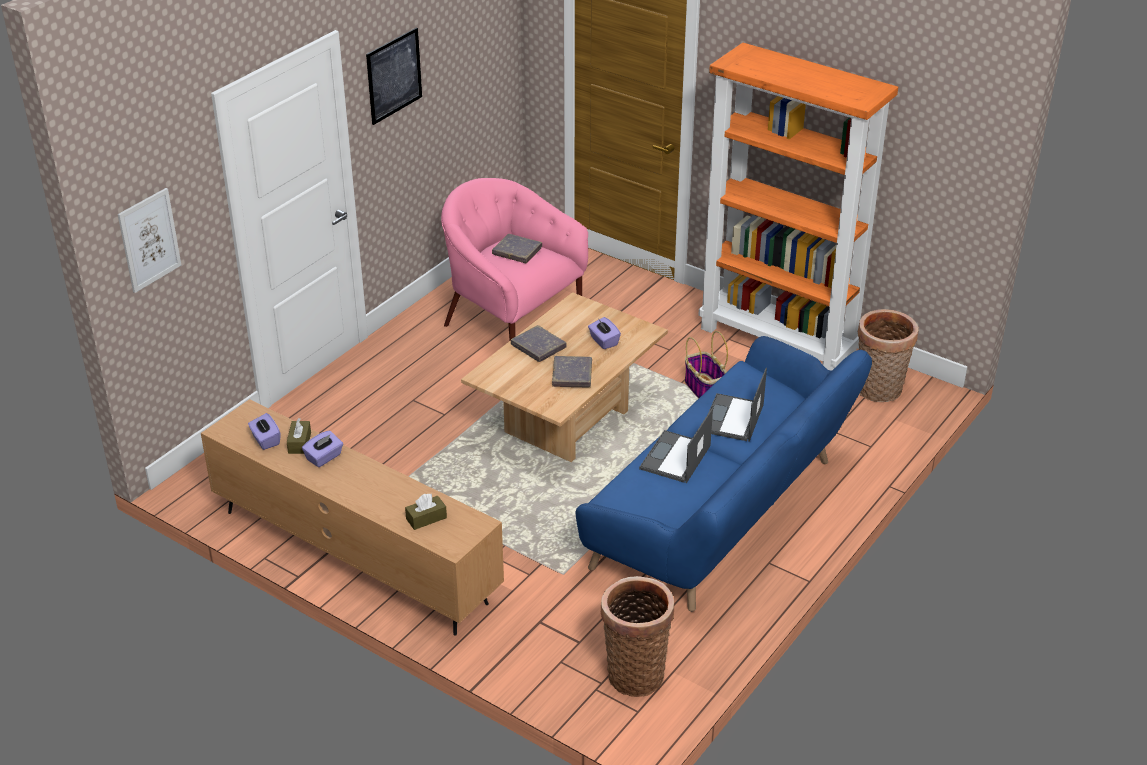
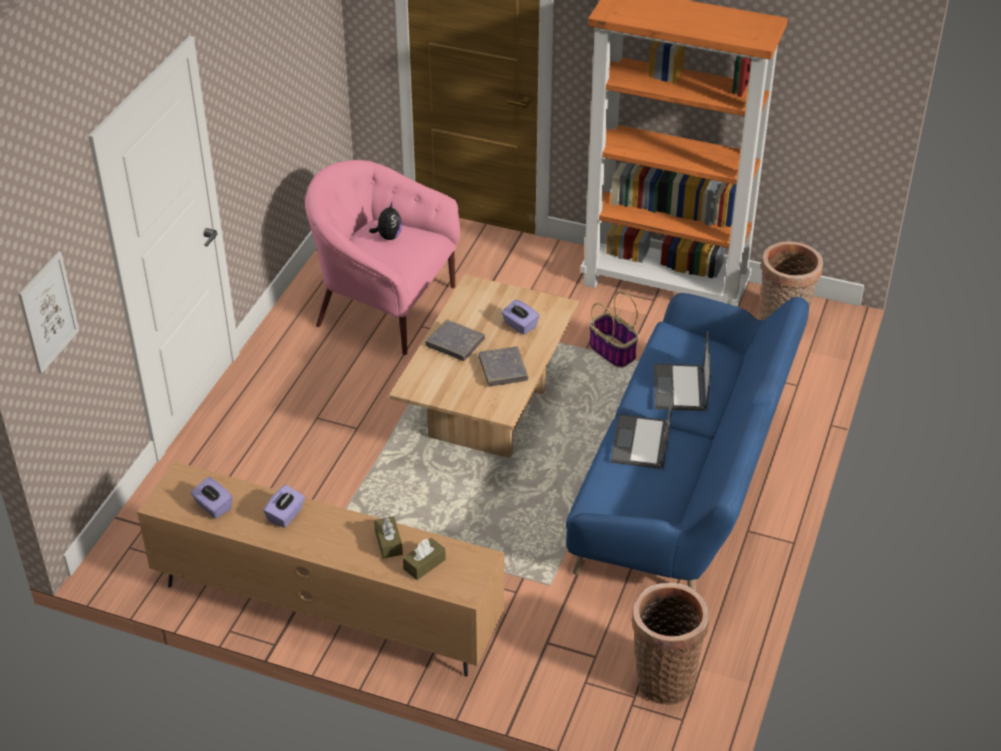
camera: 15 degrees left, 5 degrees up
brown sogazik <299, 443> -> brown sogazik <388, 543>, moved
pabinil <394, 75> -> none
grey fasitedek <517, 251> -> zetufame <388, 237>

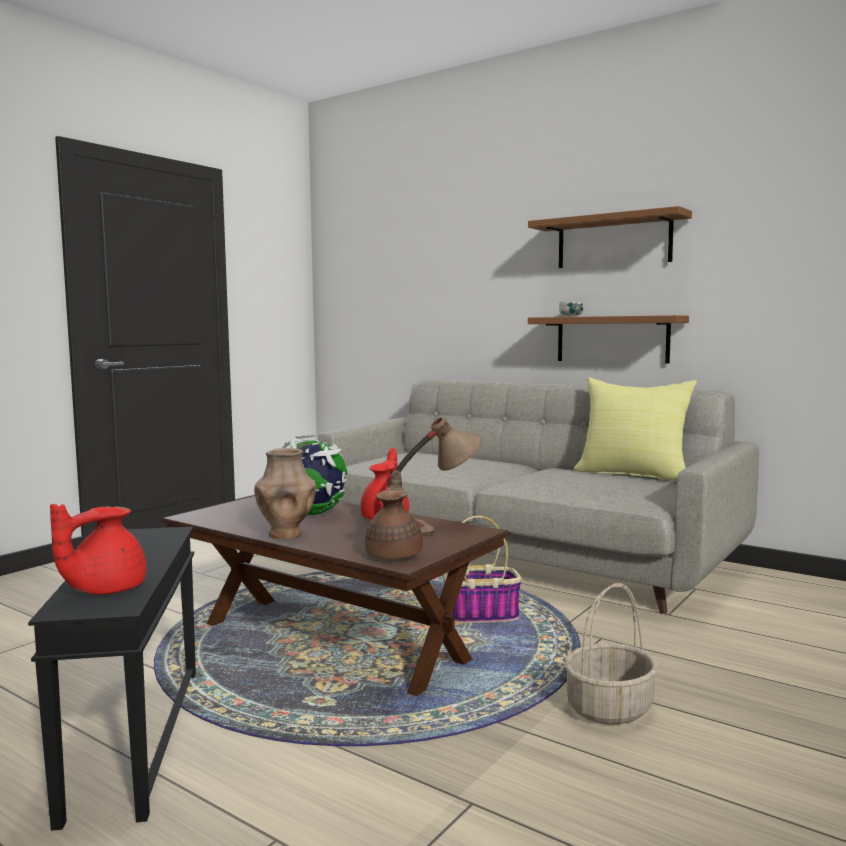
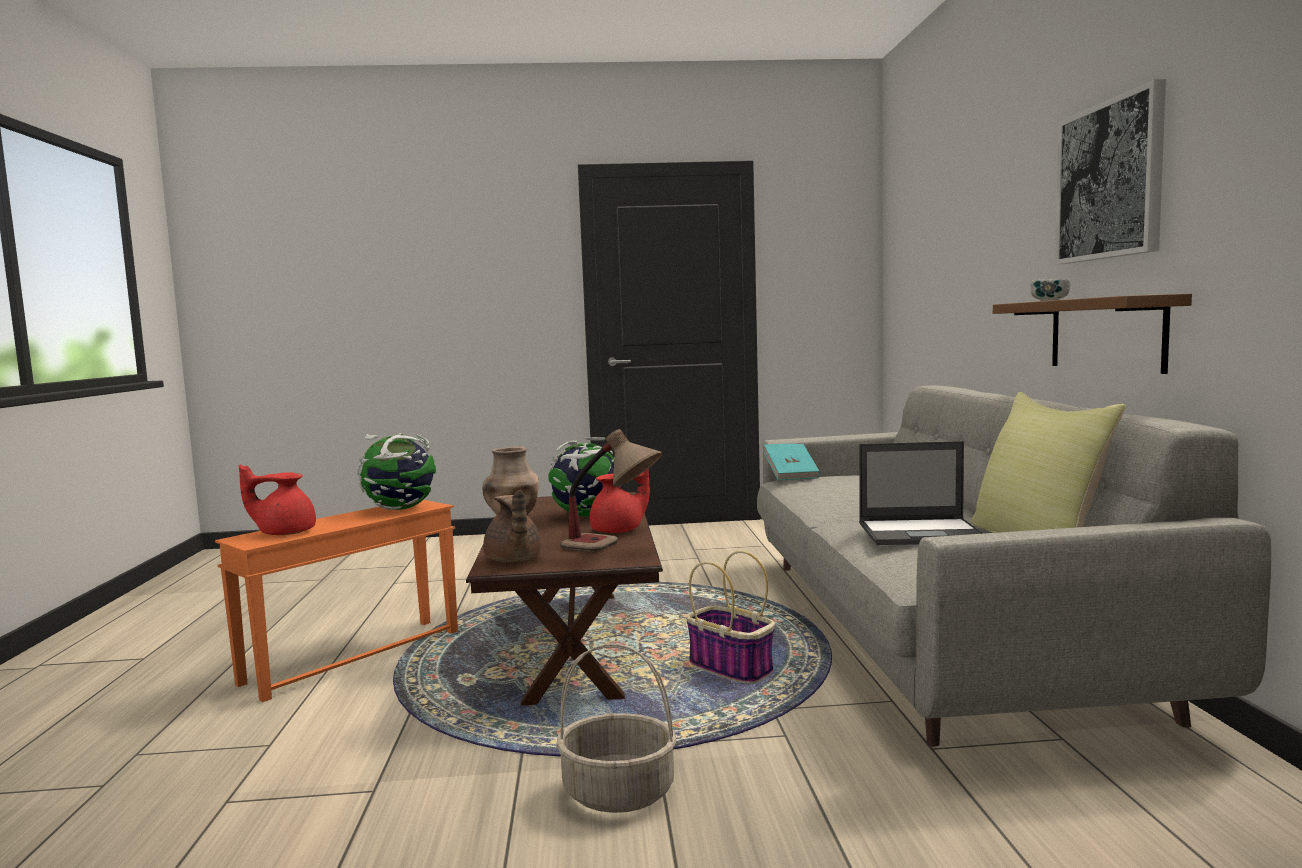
camera: 50 degrees right, 0 degrees up
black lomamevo <134, 739> -> orange lomamevo <353, 657>
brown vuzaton <395, 554> -> brown vuzaton <513, 560>, 105 degrees clockwise
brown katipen <613, 241> -> pabinil <1110, 181>
none -> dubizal <401, 509>
none -> turquoise fasitedek <791, 475>
none -> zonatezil <922, 533>

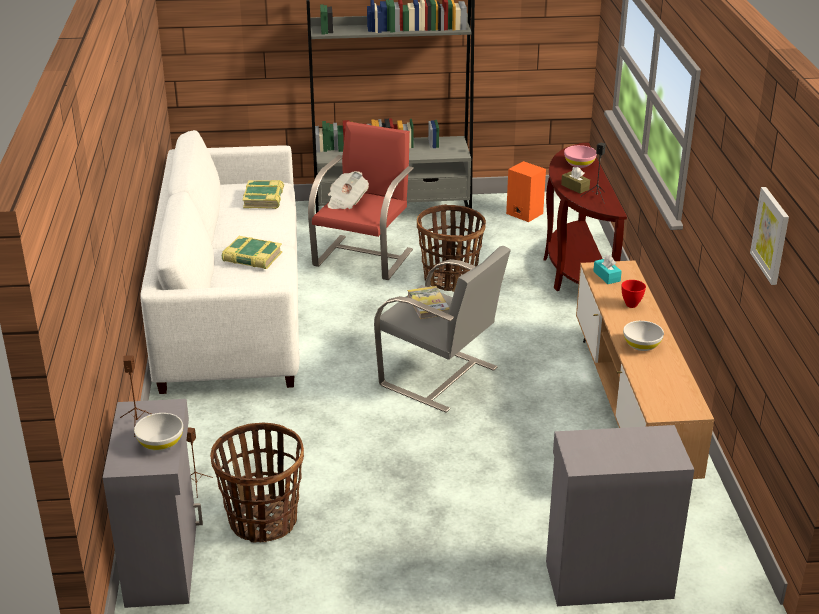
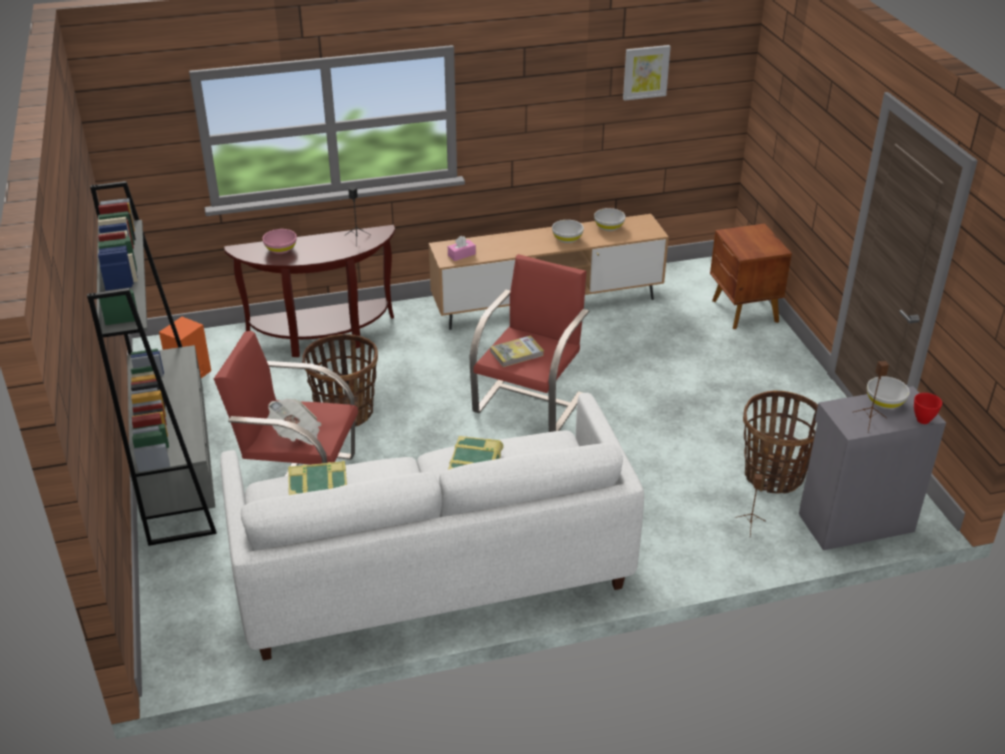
camera: 100 degrees left, 5 degrees up
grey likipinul <440, 377> -> red likipinul <529, 402>
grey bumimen <607, 578> -> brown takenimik <744, 312>
brown sogazik <575, 187> -> none
turquoise sogazik <606, 276> -> pink sogazik <461, 255>
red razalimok <631, 305> -> red razalimok <923, 420>, moved
none -> white razalimok <608, 227>

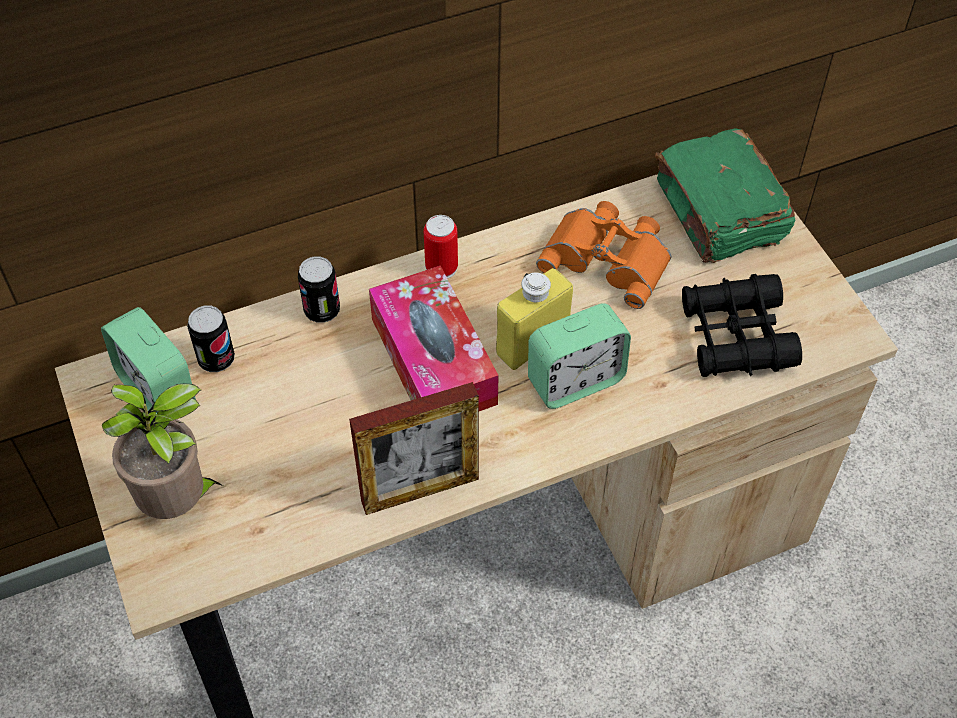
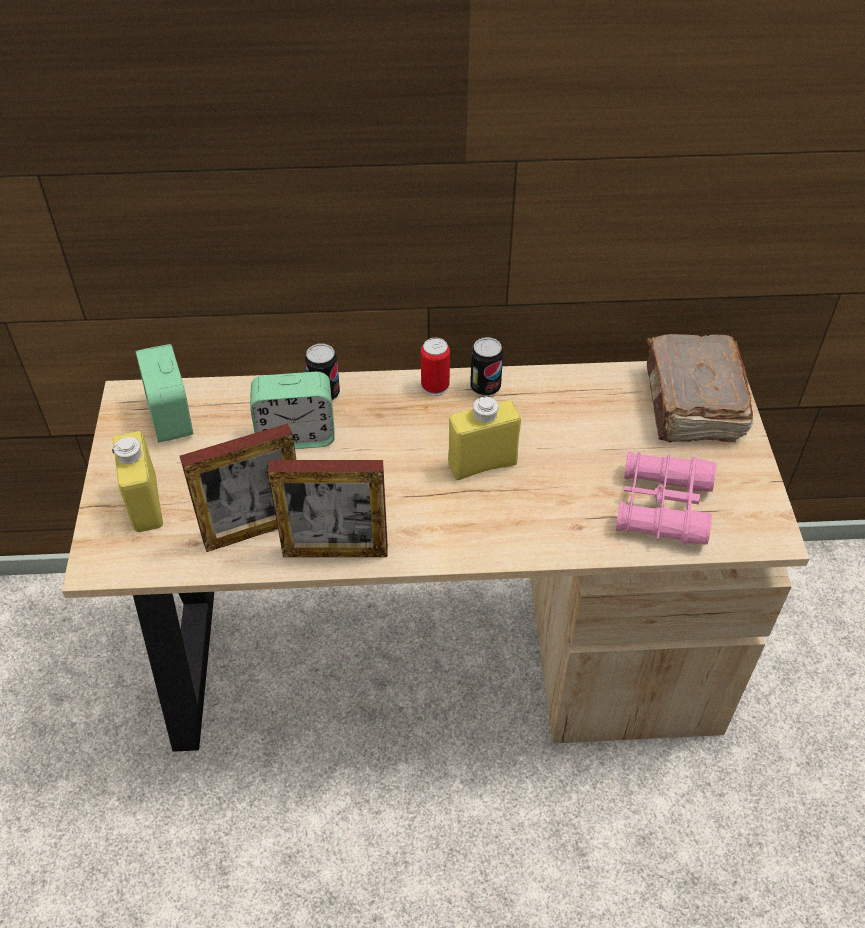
camera: 20 degrees right, 5 degrees down
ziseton <180, 502> -> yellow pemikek <145, 504>
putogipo <216, 359> -> putogipo <485, 387>, moved
sogazik <433, 361> -> none
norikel <575, 380> -> norikel <296, 436>, moved
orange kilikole <609, 257> -> none
green fasitedek <719, 213> -> brown fasitedek <692, 405>
black kilikole <736, 336> -> pink kilikole <662, 507>
none -> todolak <254, 530>

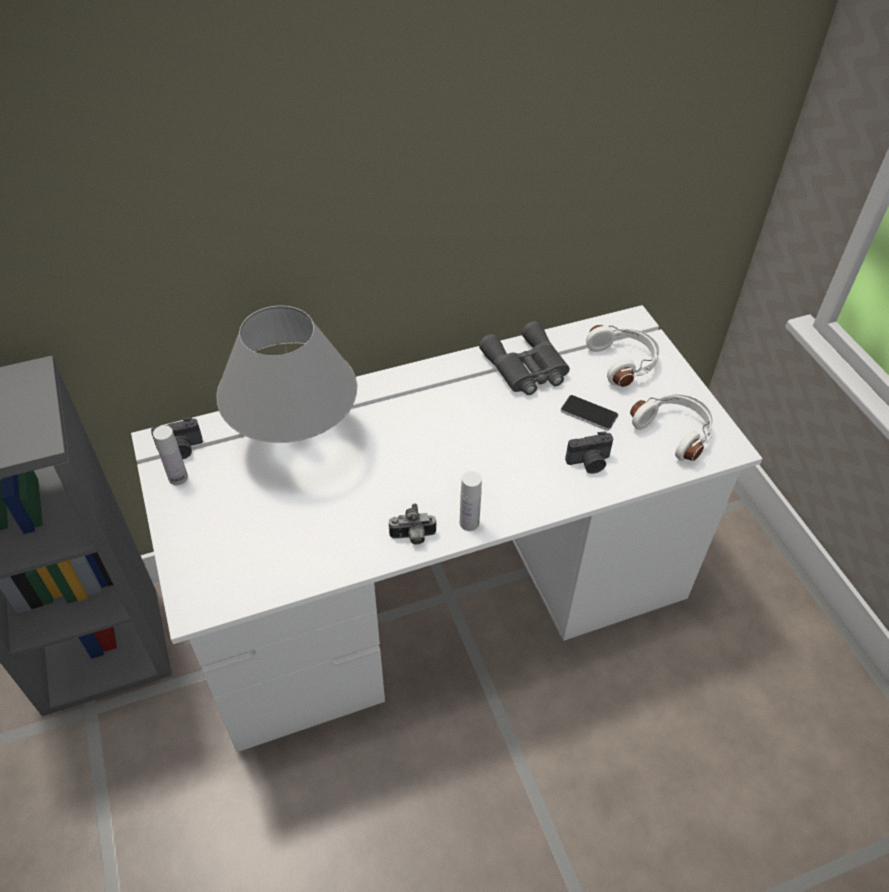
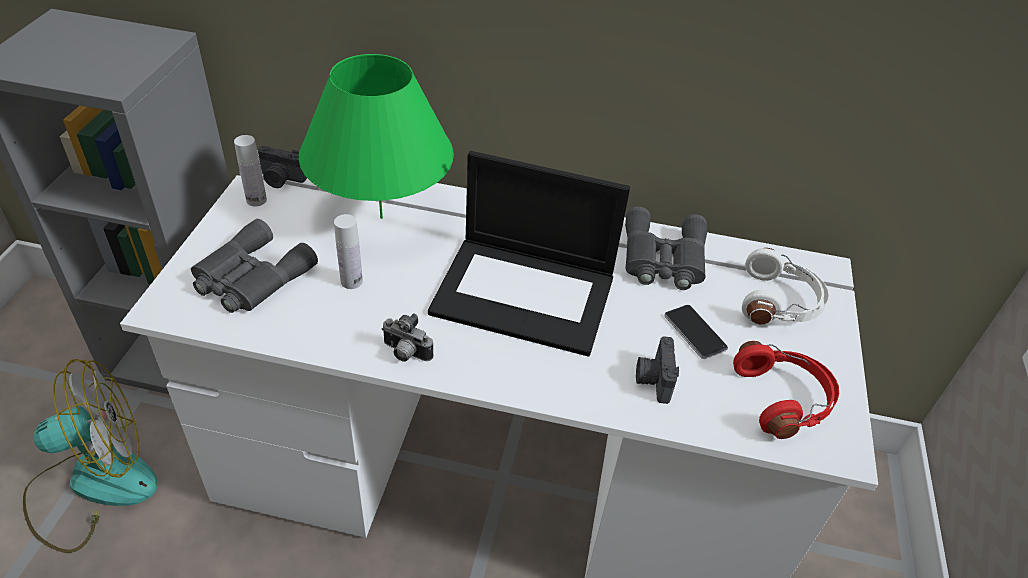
camera: 30 degrees right, 5 degrees down
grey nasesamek <296, 440> -> green nasesamek <381, 218>
white pemikek <469, 523> -> white pemikek <351, 281>, moved
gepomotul <589, 463> -> gepomotul <653, 380>, 75 degrees clockwise
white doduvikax <674, 431> -> red doduvikax <783, 399>
none -> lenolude <92, 485>
none -> grey kilikole <250, 278>
none -> zonatezil <526, 294>

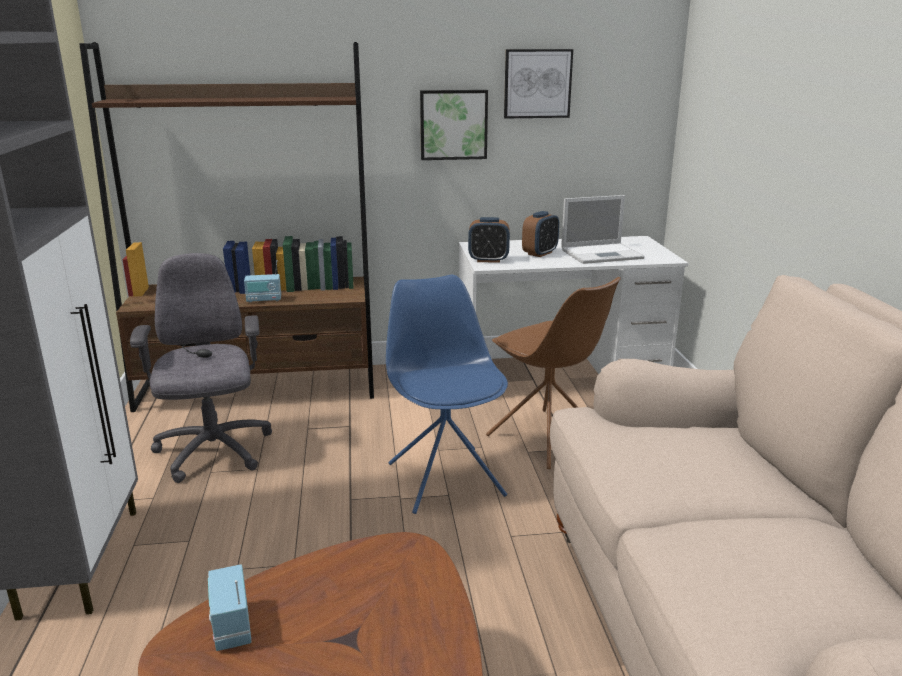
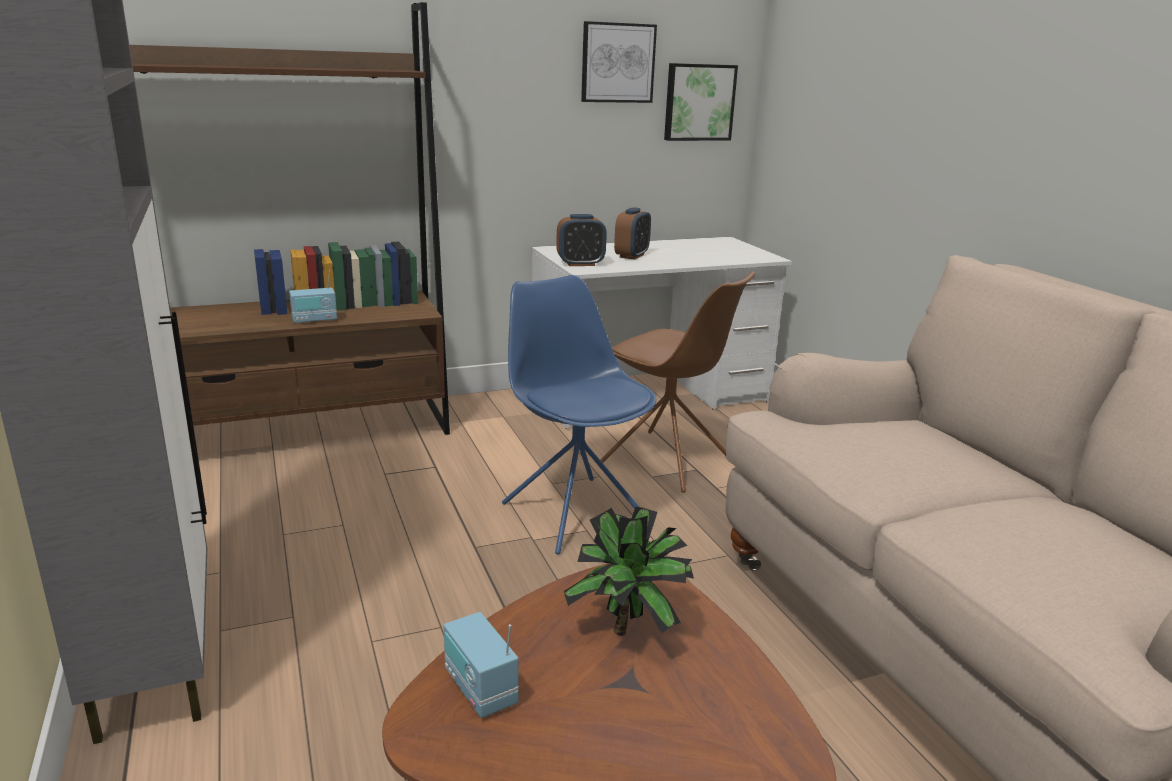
camera: 15 degrees left, 0 degrees up
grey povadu <213, 452> -> none
pabinil <453, 124> -> pabinil <698, 102>, moved
zonatezil <603, 254> -> none
none -> ziseton <629, 631>

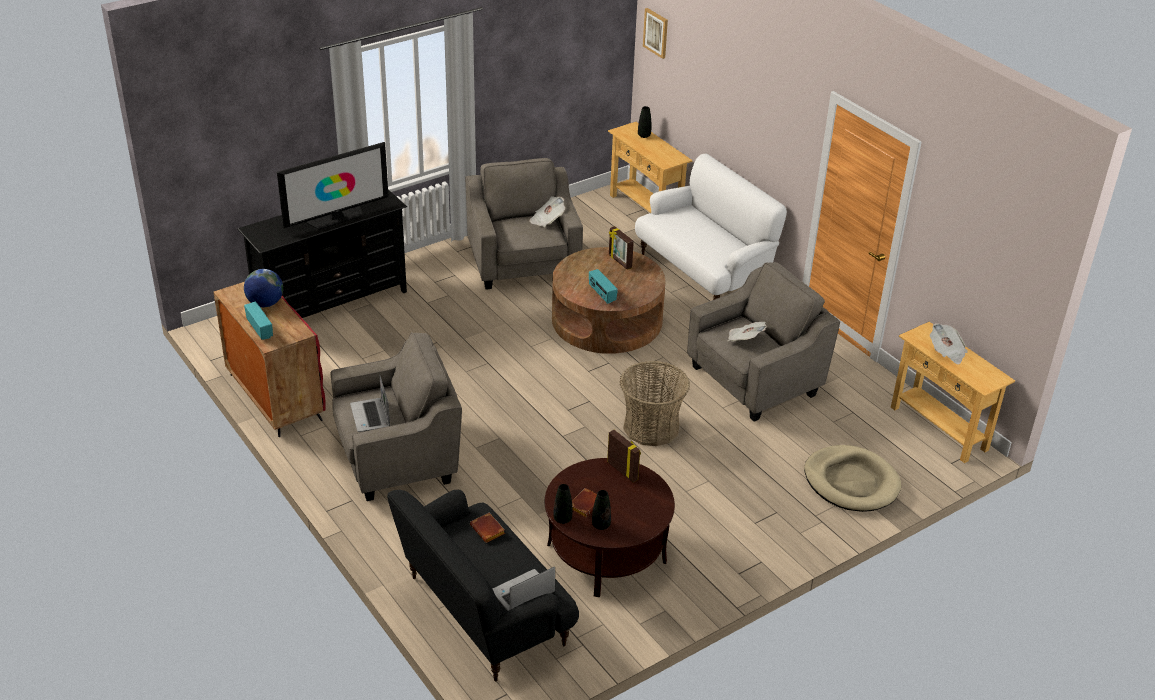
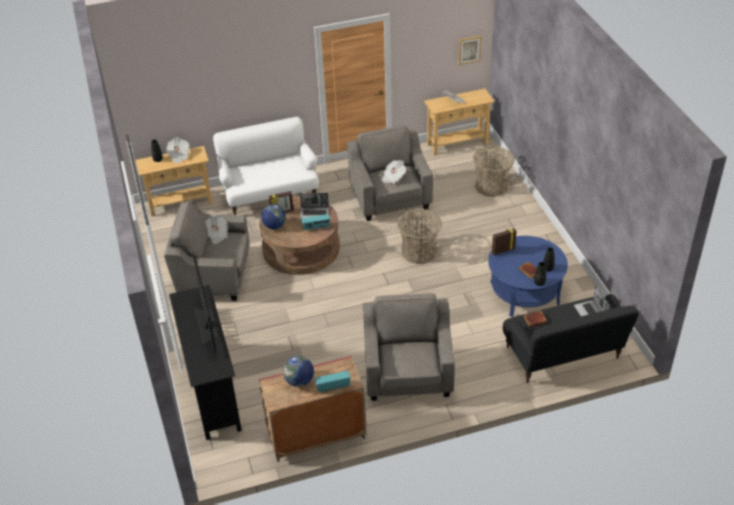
camera: 70 degrees left, 5 degrees up
zonatezil <371, 416> -> zonatezil <315, 214>, moved
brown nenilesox <606, 552> -> blue nenilesox <524, 293>
pabinil <656, 33> -> pabinil <469, 49>, moved
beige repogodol <851, 482> -> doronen <491, 186>
none -> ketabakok <179, 156>
none -> dubizal <274, 226>

